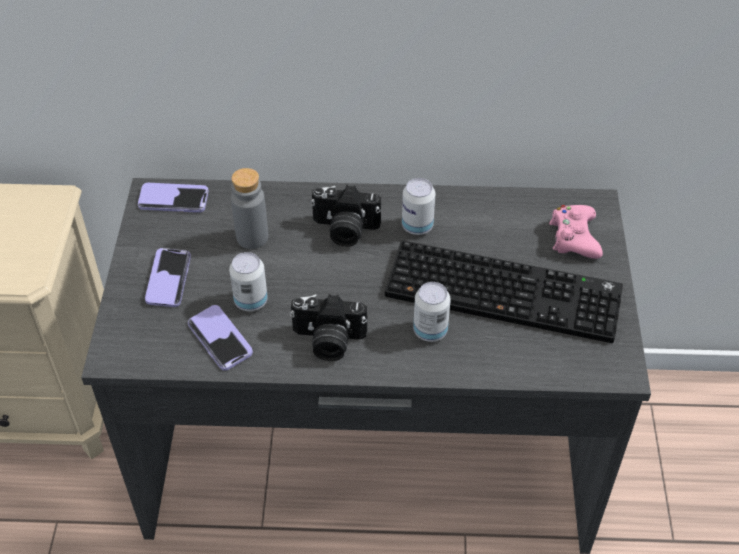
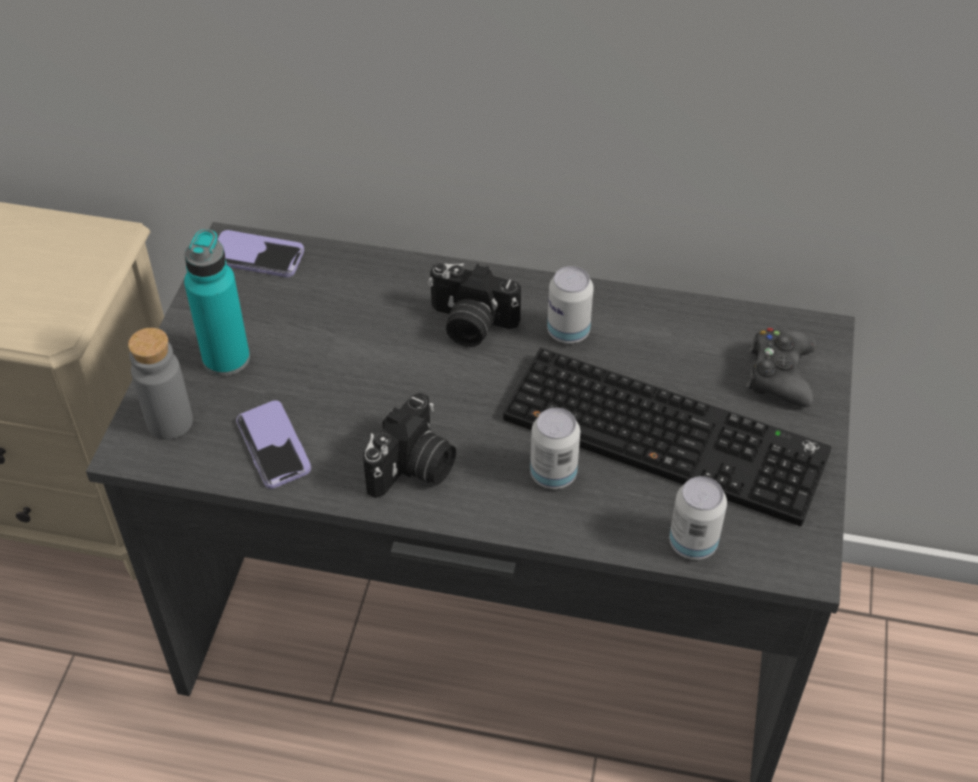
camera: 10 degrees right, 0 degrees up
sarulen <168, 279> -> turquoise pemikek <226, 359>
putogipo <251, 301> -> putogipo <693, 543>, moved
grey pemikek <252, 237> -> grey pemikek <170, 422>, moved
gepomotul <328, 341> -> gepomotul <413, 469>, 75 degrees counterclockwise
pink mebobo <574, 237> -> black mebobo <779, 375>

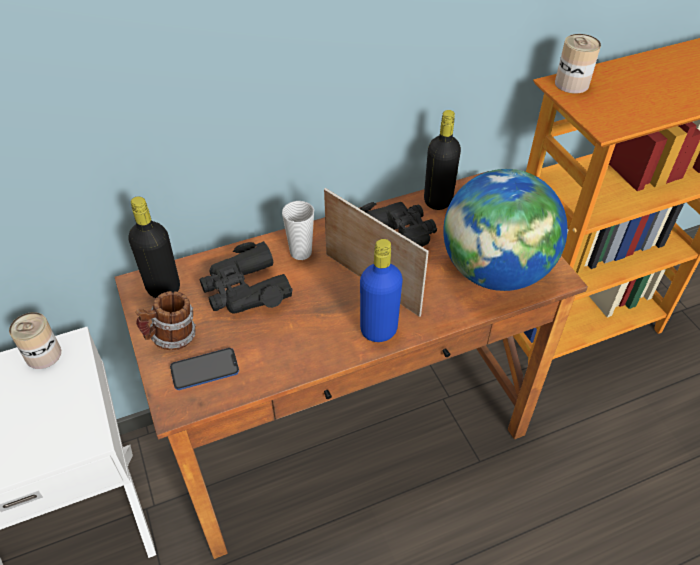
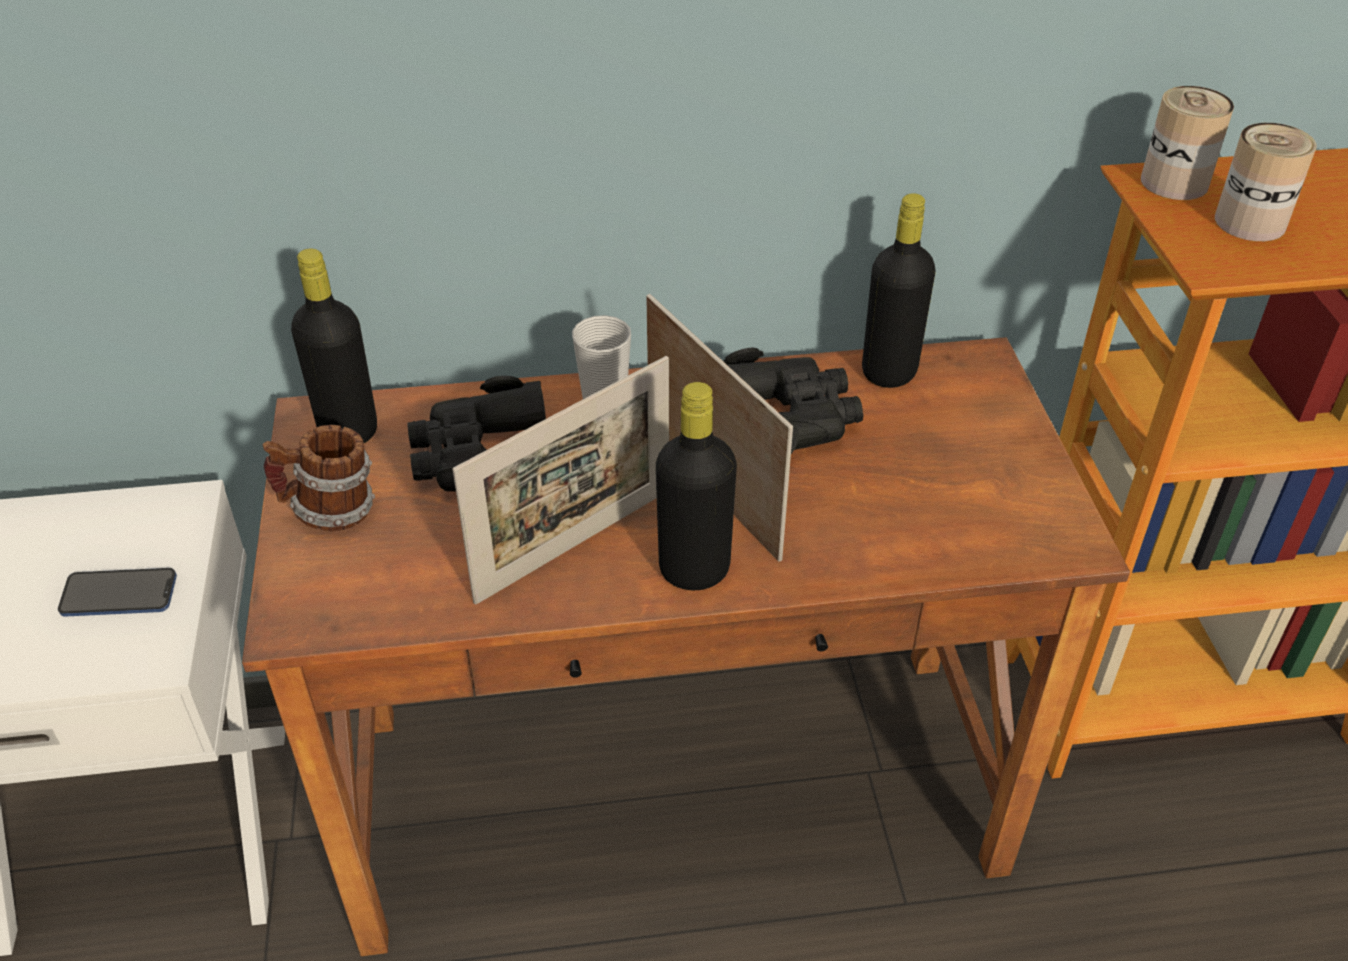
camera: 15 degrees right, 5 degrees down
putogipo <43, 354> -> putogipo <1250, 222>, moved
sarulen <205, 370> -> sarulen <119, 595>, moved
blue pemikek <378, 330> -> black pemikek <694, 570>
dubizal <495, 271> -> none
none -> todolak <575, 544>

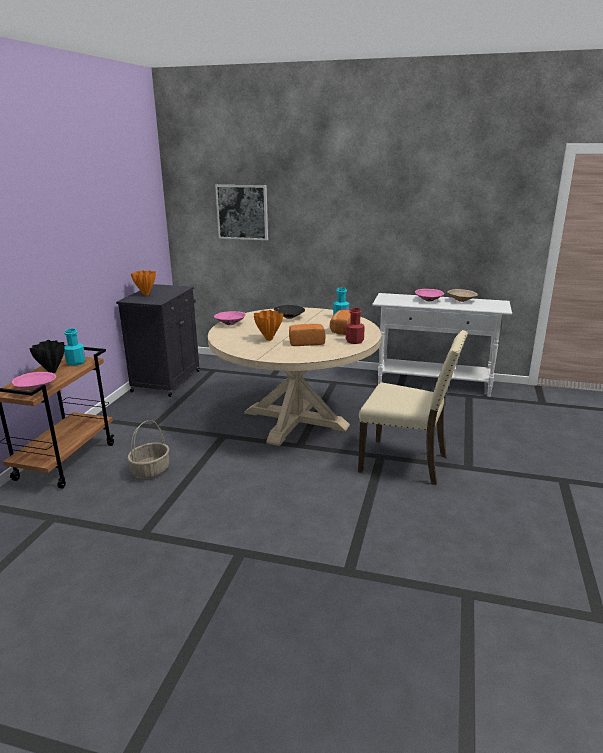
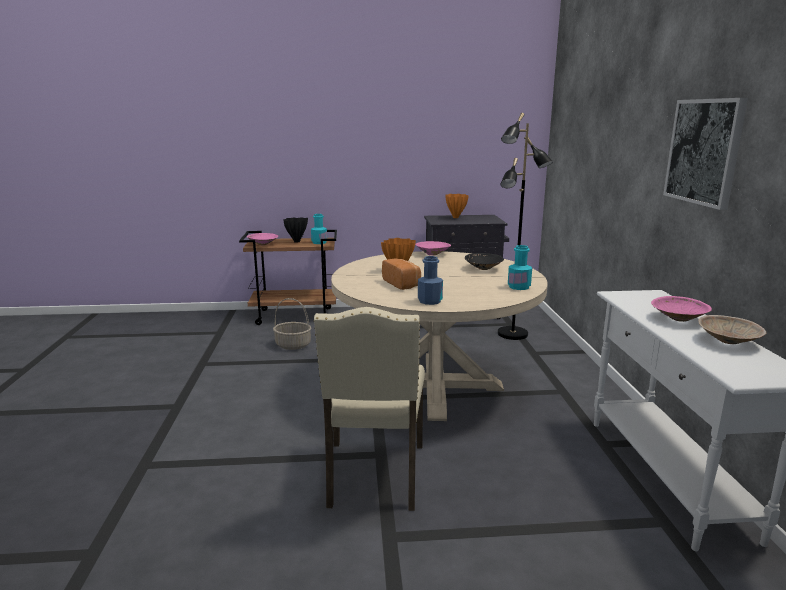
camera: 70 degrees right, 5 degrees down
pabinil <242, 212> -> pabinil <704, 151>, moved
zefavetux <341, 330> -> none
red pemikek <354, 341> -> blue pemikek <430, 301>
none -> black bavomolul <513, 334>

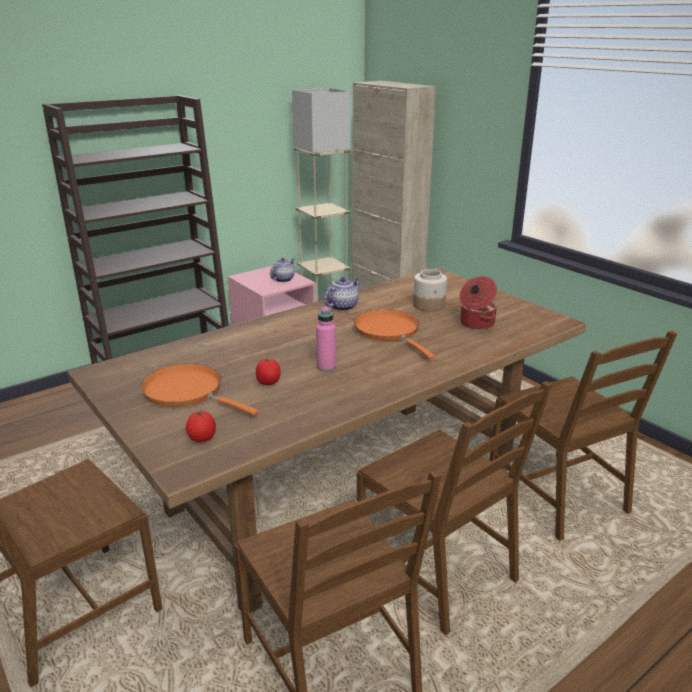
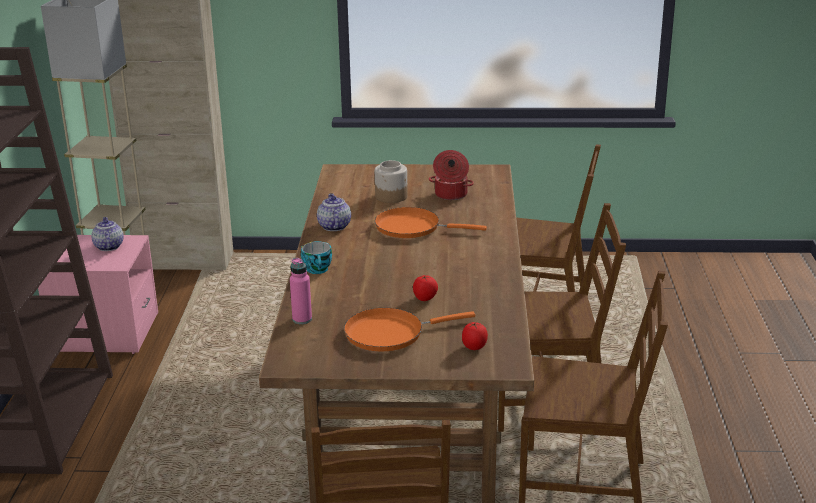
camera: 50 degrees left, 0 degrees up
pink pemikek <326, 367> -> pink pemikek <302, 319>, moved
none -> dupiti <318, 270>

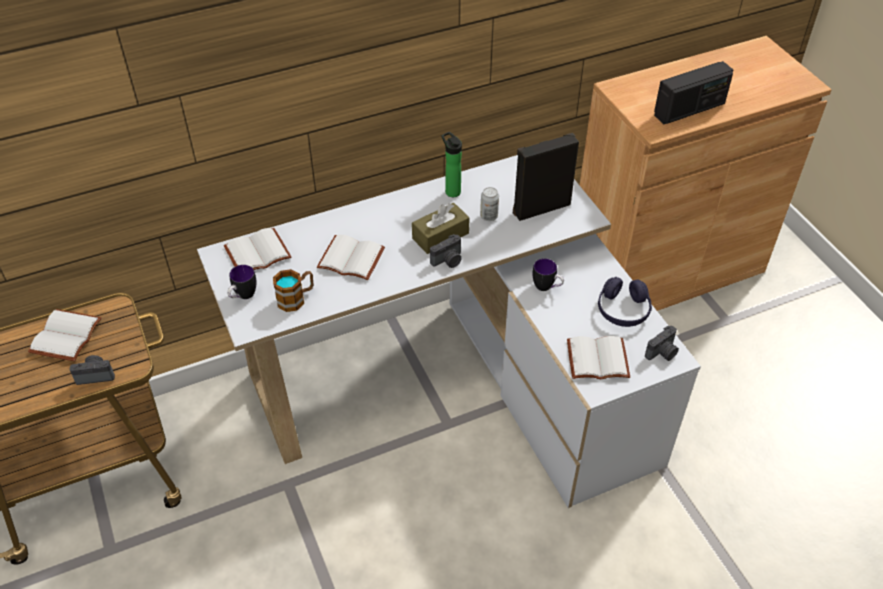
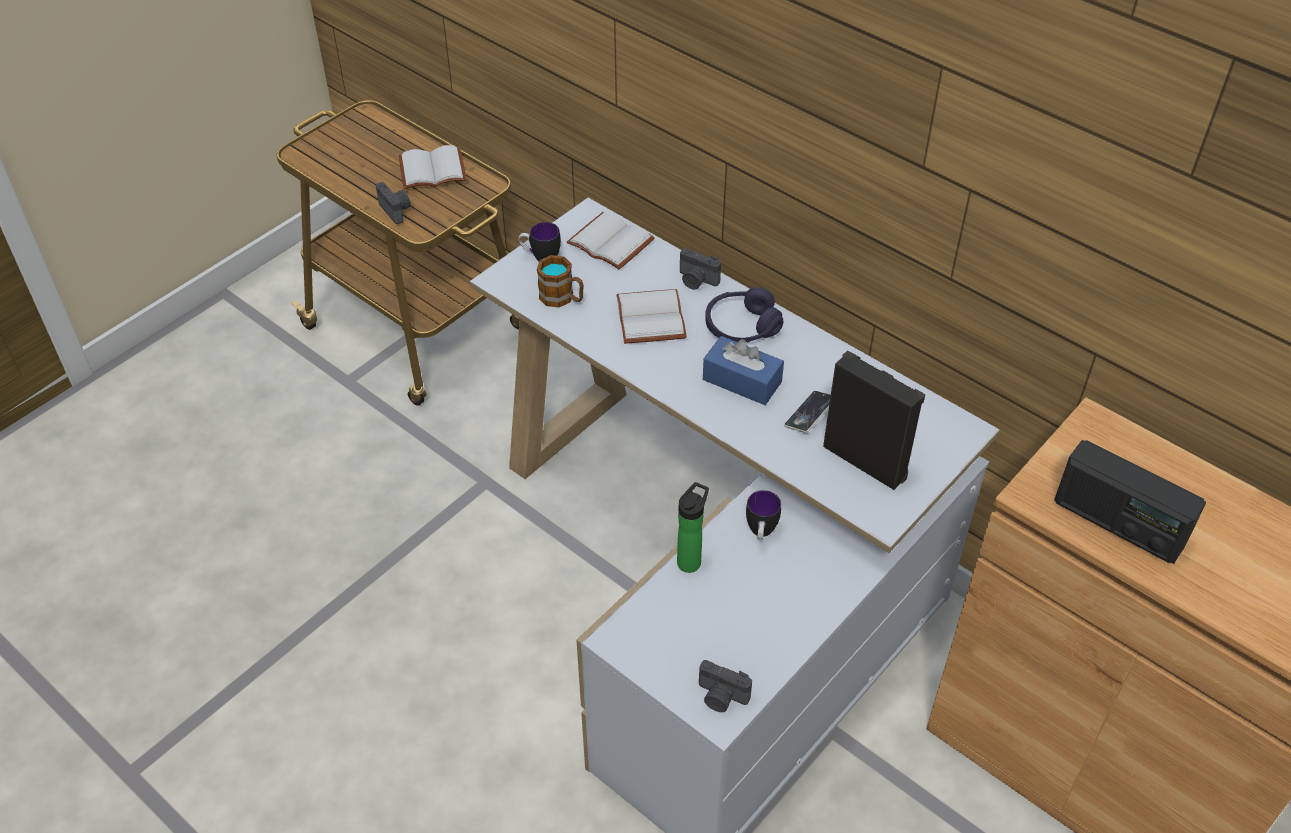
camera: 65 degrees right, 0 degrees up
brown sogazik <440, 236> -> blue sogazik <742, 381>
gepomotul <448, 261> -> gepomotul <696, 281>, moved
pemikek <451, 191> -> pemikek <691, 560>, moved
putogipo <489, 216> -> sarulen <810, 414>
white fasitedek <596, 361> -> none
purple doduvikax <623, 310> -> purple doduvikax <742, 326>, moved

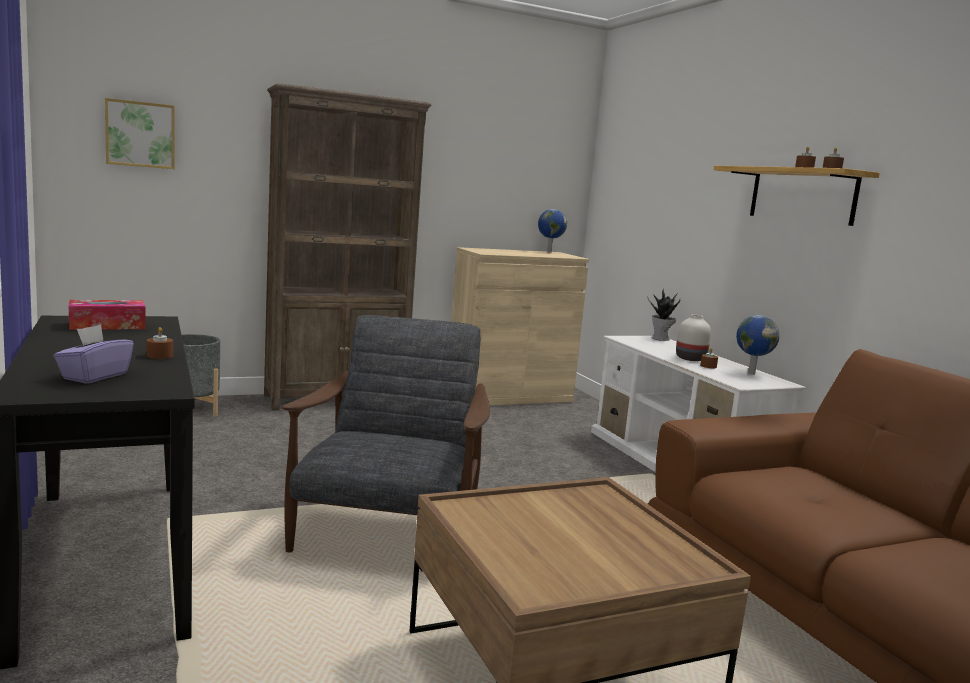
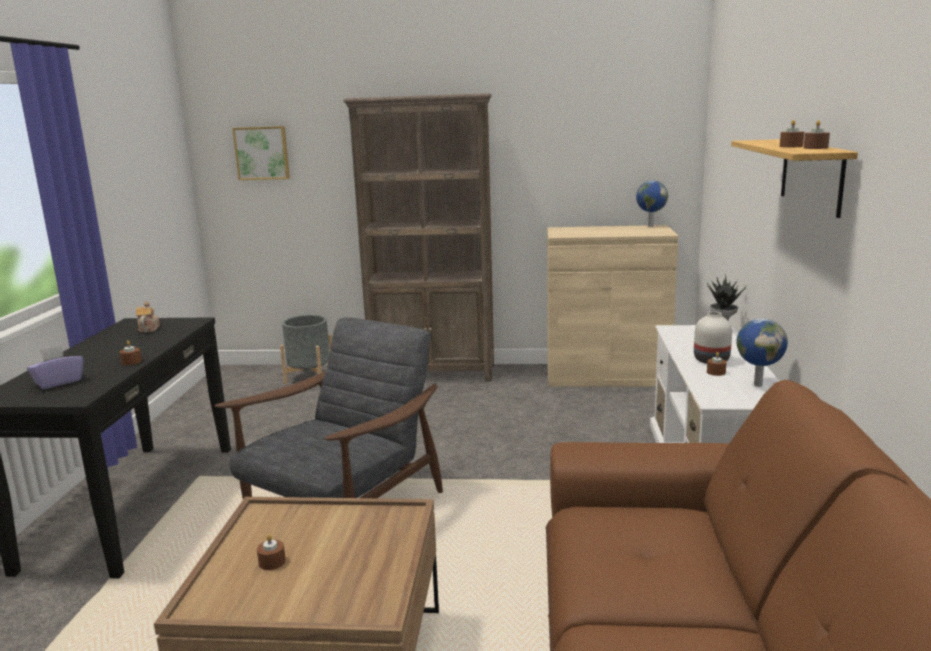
camera: 30 degrees right, 5 degrees up
sogazik <107, 325> -> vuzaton <148, 329>
none -> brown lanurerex <272, 562>

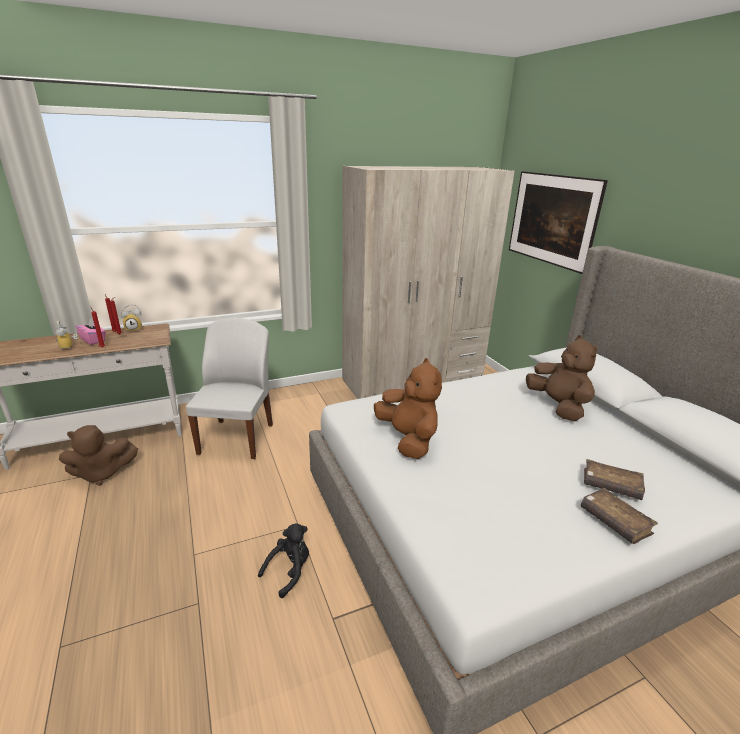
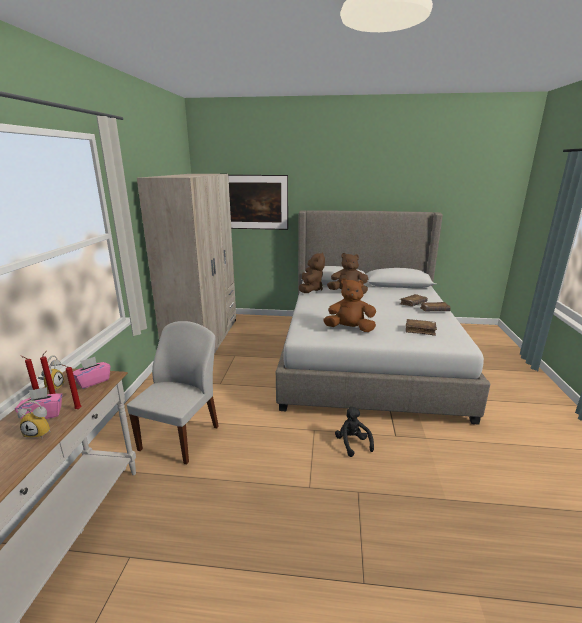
camera: 60 degrees left, 5 degrees down
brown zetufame <102, 473> -> brown zetufame <310, 289>, moved
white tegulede <237, 437> -> white tegulede <181, 437>, 75 degrees clockwise
none -> pink sogazik <93, 381>
none -> brown fasitedek <420, 330>

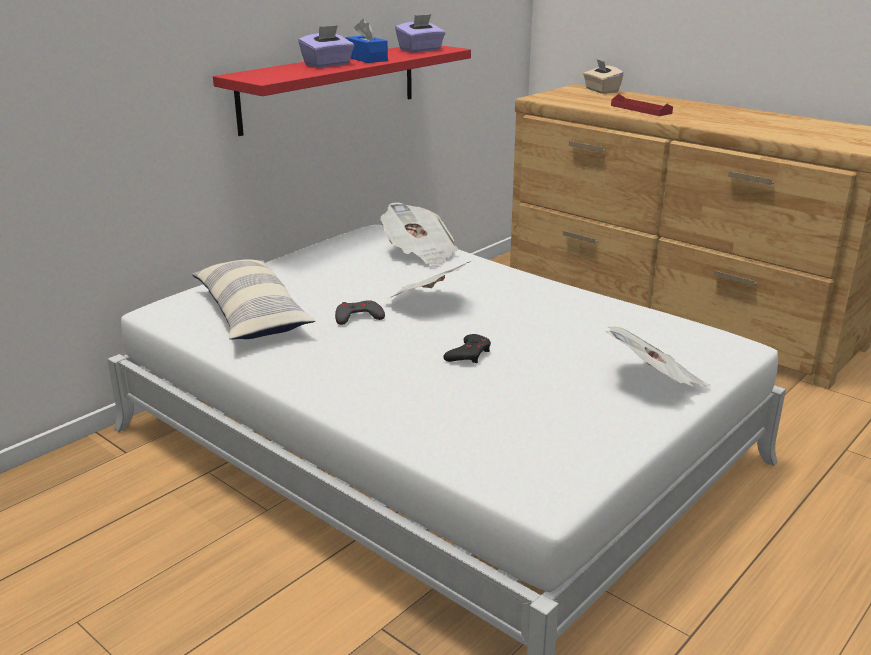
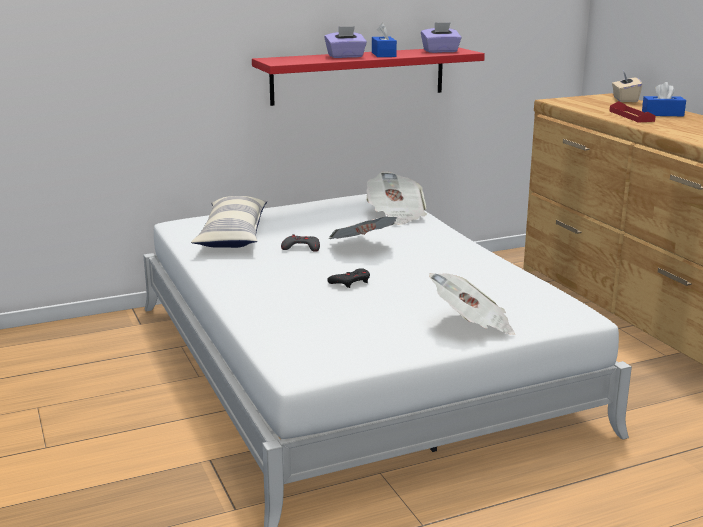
camera: 25 degrees right, 5 degrees down
none -> blue sogazik <662, 114>

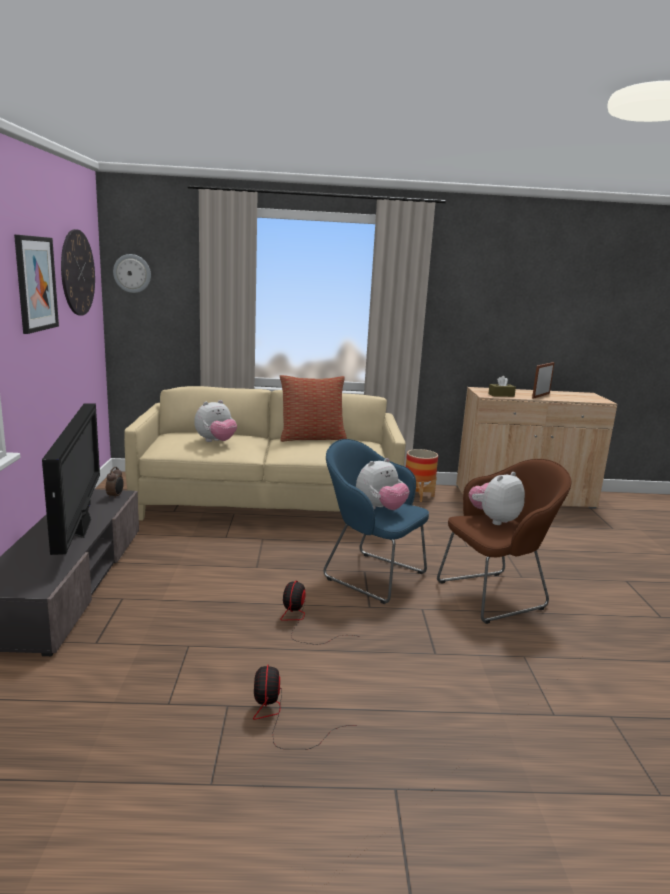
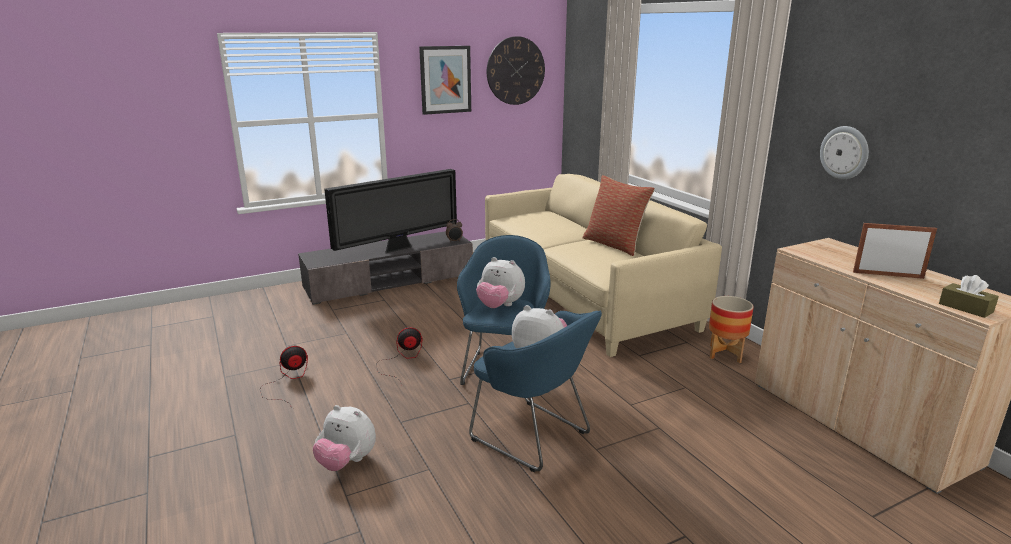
camera: 65 degrees right, 5 degrees up
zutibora <132, 273> -> zutibora <844, 152>, moved
zetufame <216, 441> -> zetufame <347, 462>, moved
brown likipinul <495, 595> -> blue likipinul <535, 438>
brown sogazik <501, 395> -> brown sogazik <965, 308>, moved

